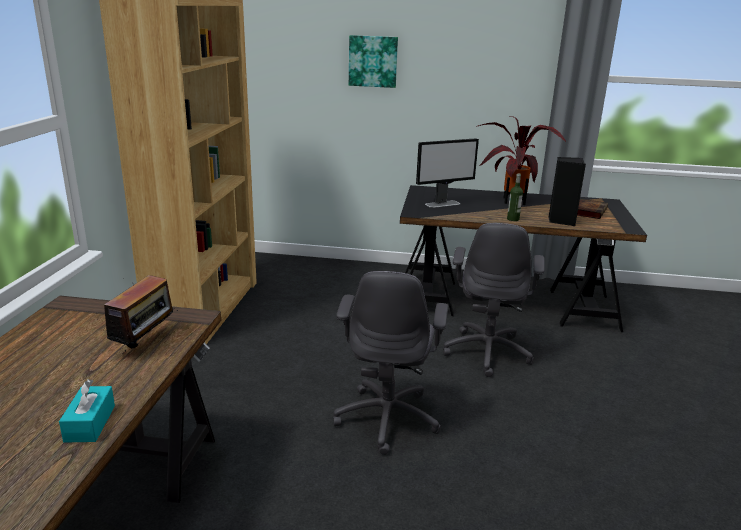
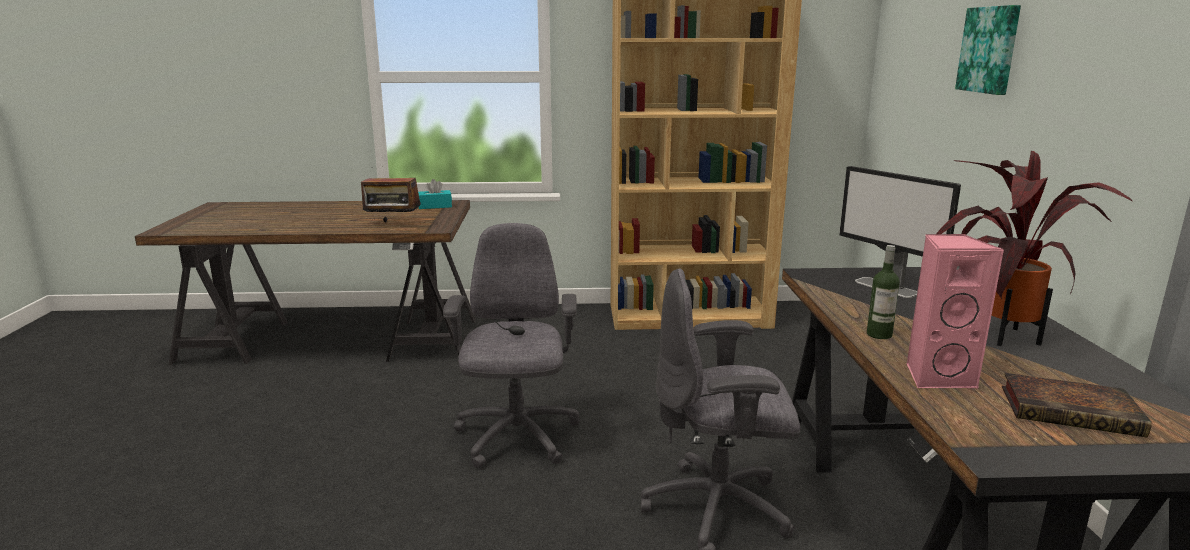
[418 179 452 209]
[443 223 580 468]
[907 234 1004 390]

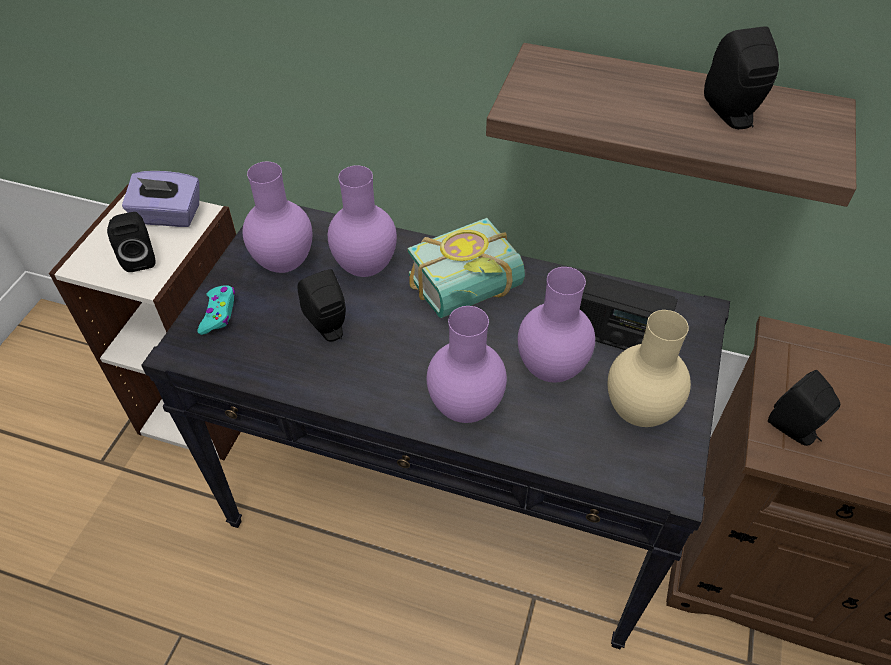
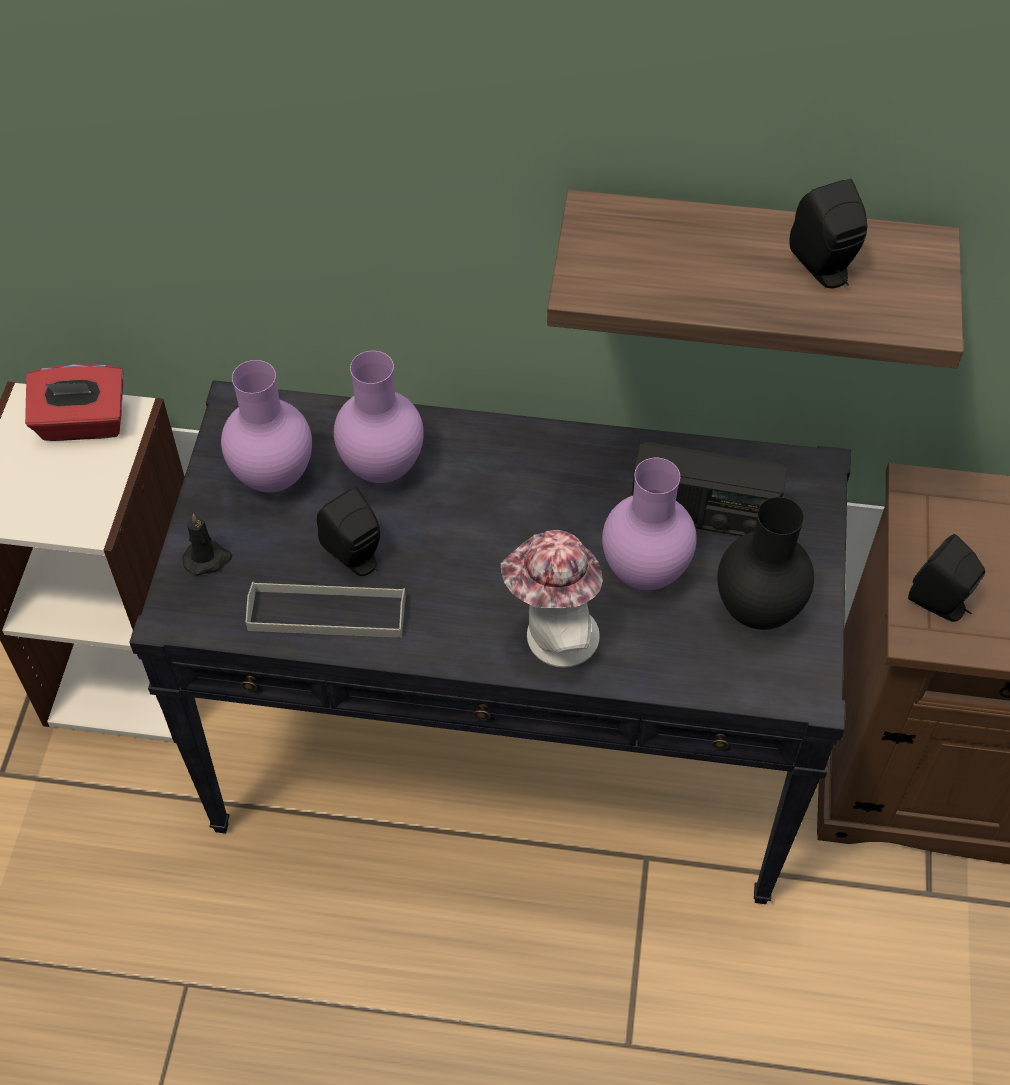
[25 364 124 441]
[182 513 232 576]
[246 582 406 638]
[501 530 603 668]
[717 497 814 630]
[107 212 156 272] (first image)
[408 218 525 318] (first image)

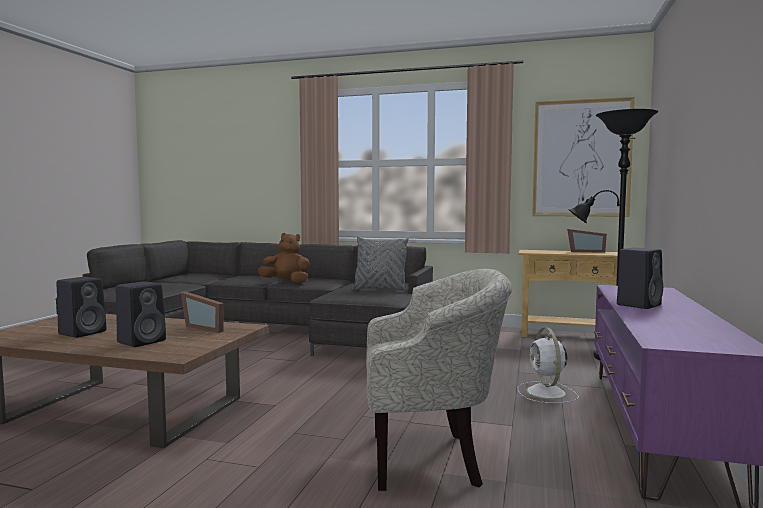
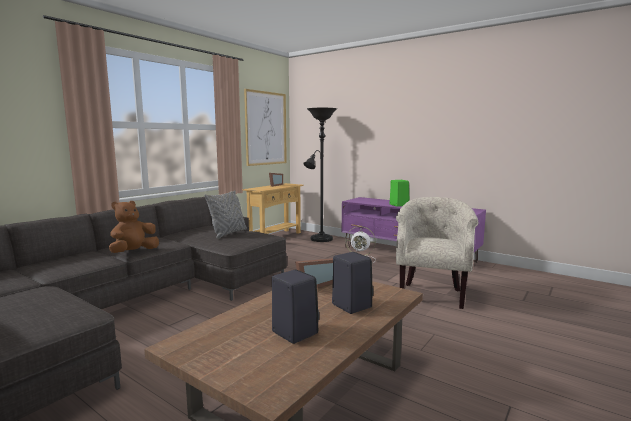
[390 180 410 207]

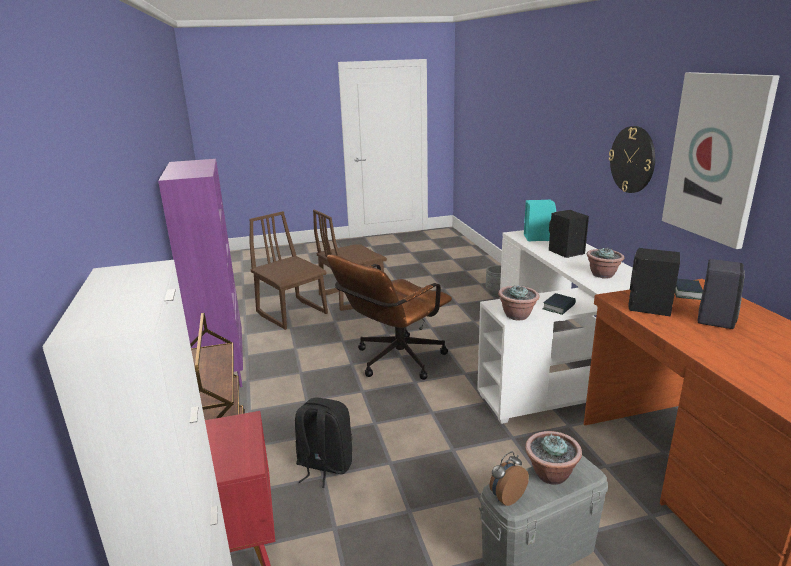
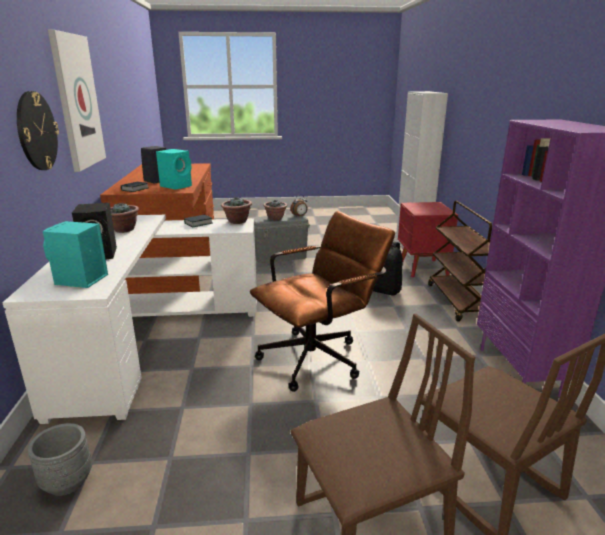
[156 149 192 190]

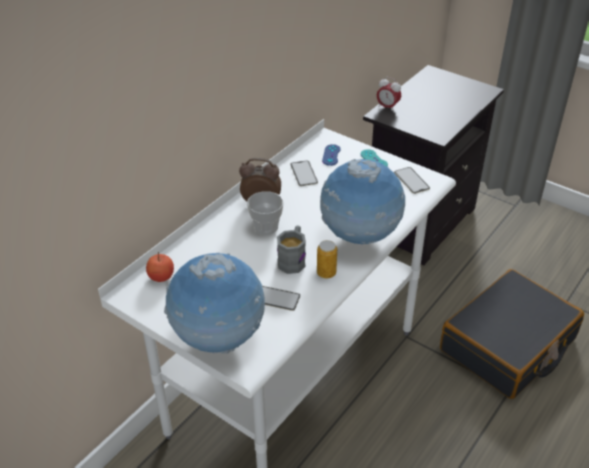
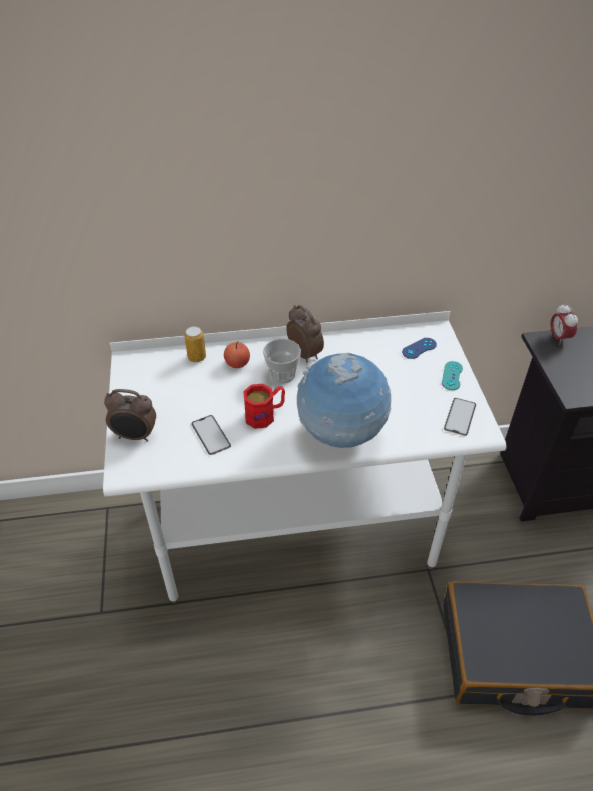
[104 389 156 442]
[184 326 206 362]
[224 341 250 368]
[243 384 285 429]
[290 161 318 186] (first image)

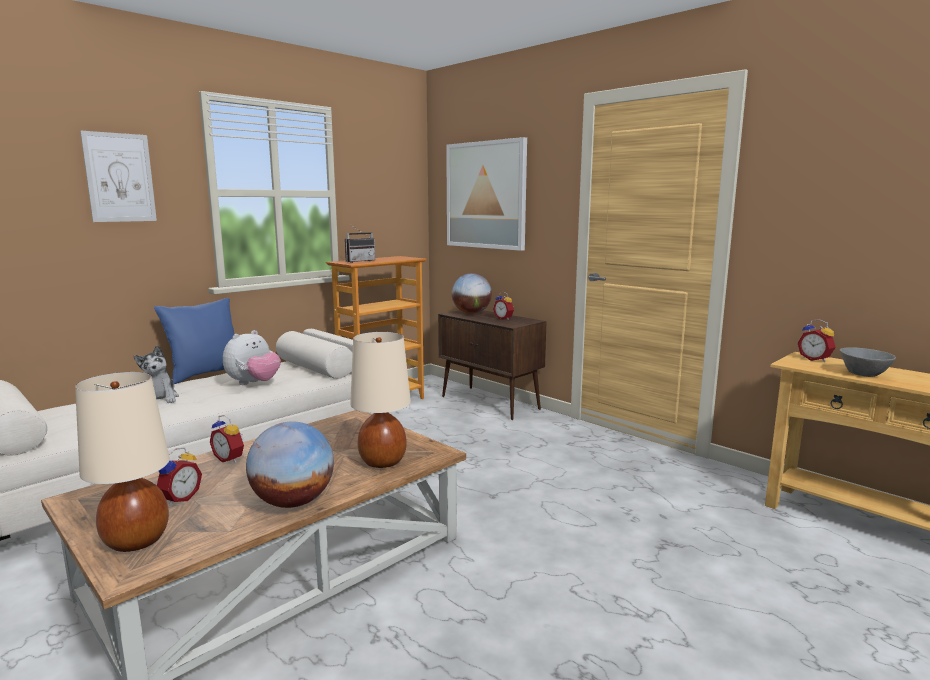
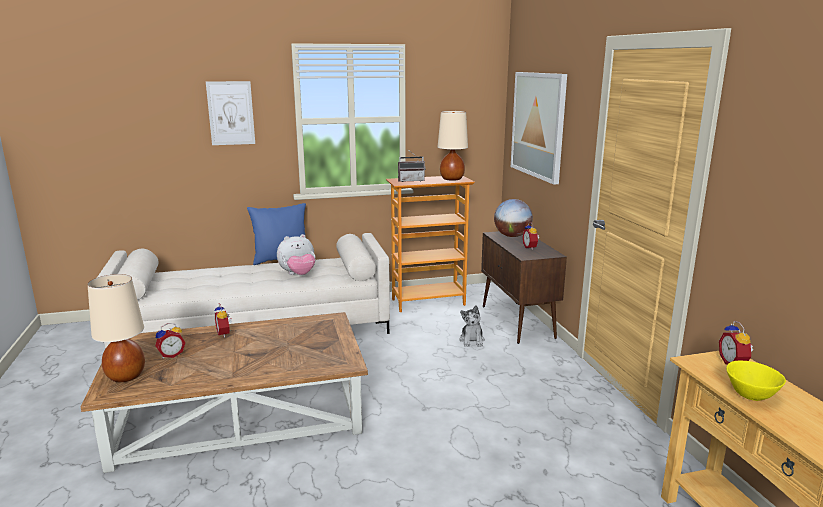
[438 111 468 181]
[459 305 485 347]
[726 360 786 401]
[246 421 334 508] (first image)

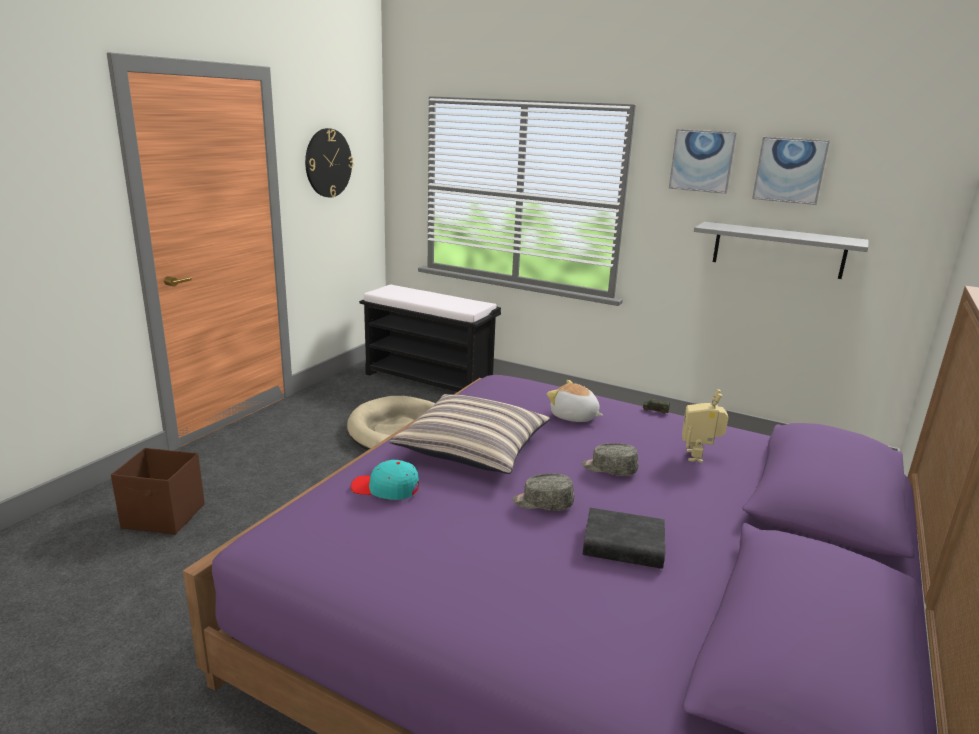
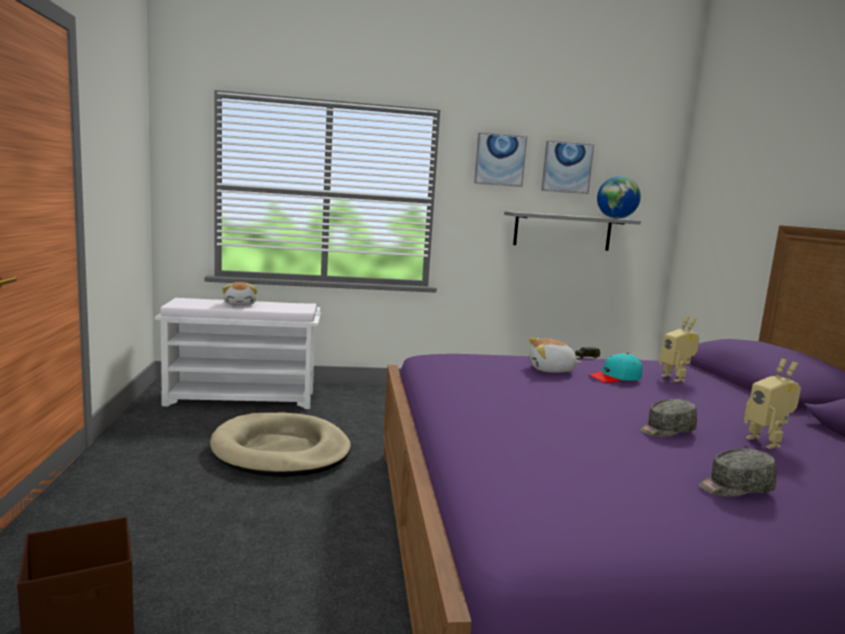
[155 298 321 409]
[222 282 257 305]
[589 353 642 383]
[597 176 641 219]
[699 448 776 497]
[744 358 801 449]
[305 128 353 198] (first image)
[389 394 550 474] (first image)

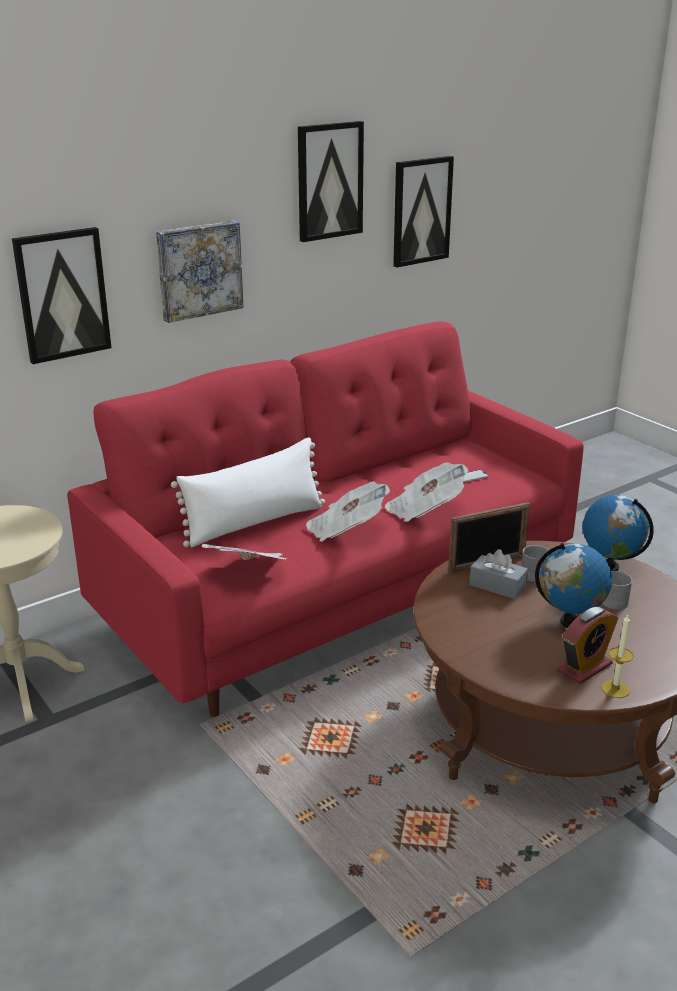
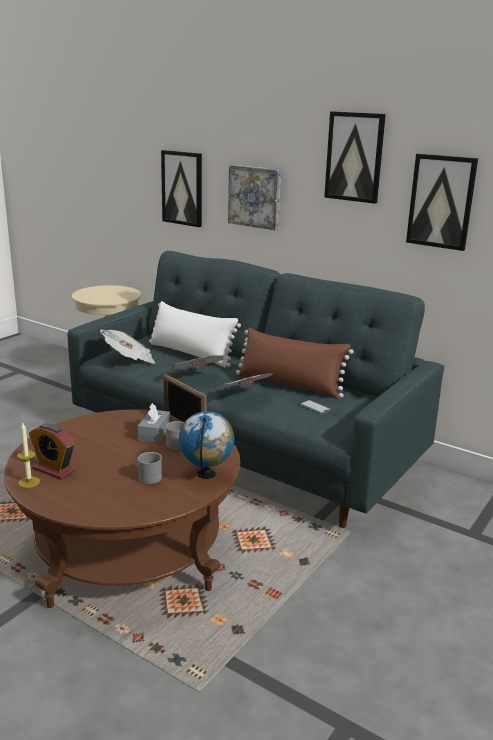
[68 251 444 528]
[236 327 353 399]
[535 543 612 628] (first image)

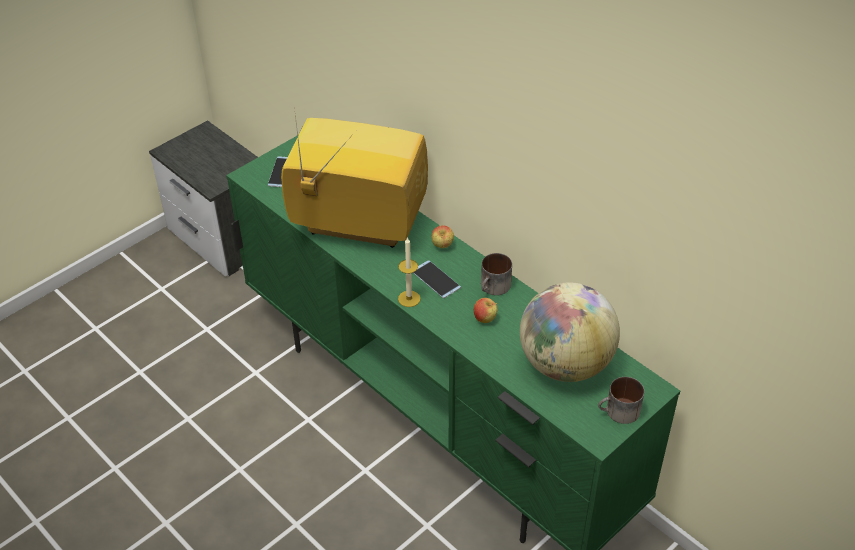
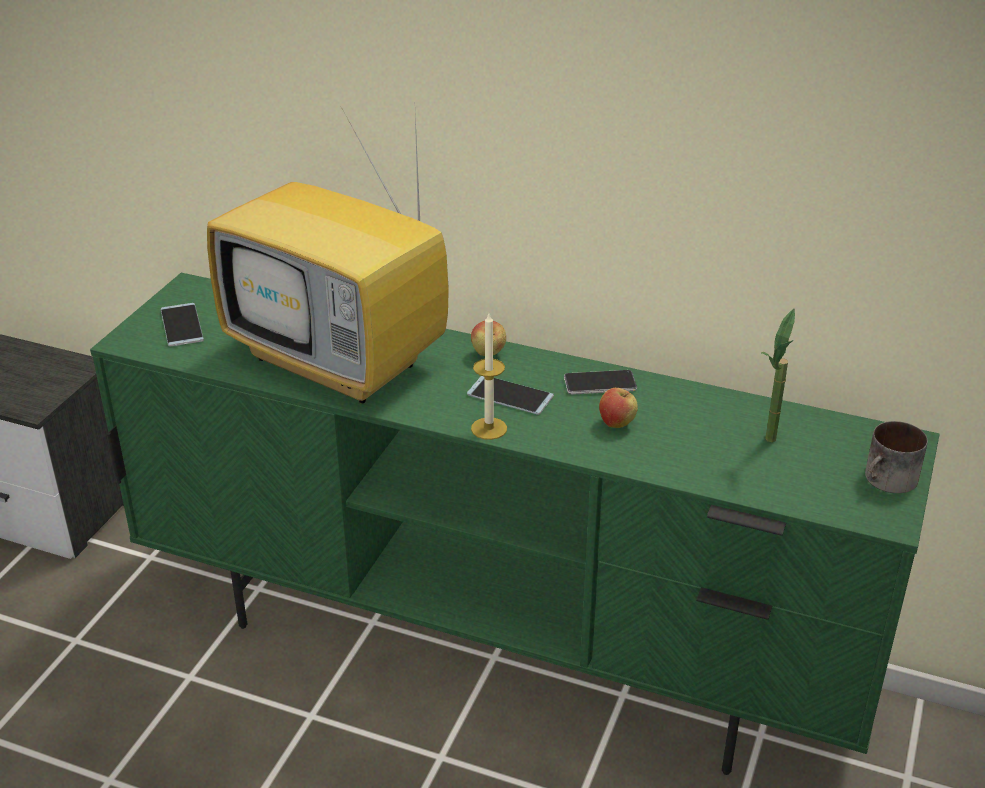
[207 107 449 403]
[564 370 637 394]
[761 308 795 442]

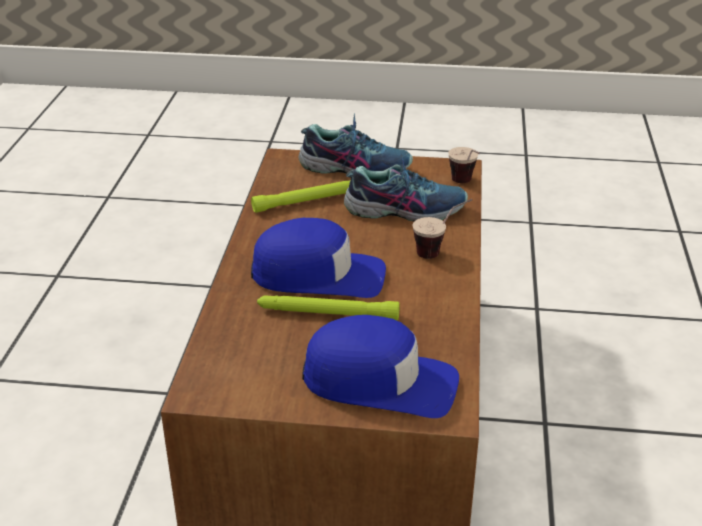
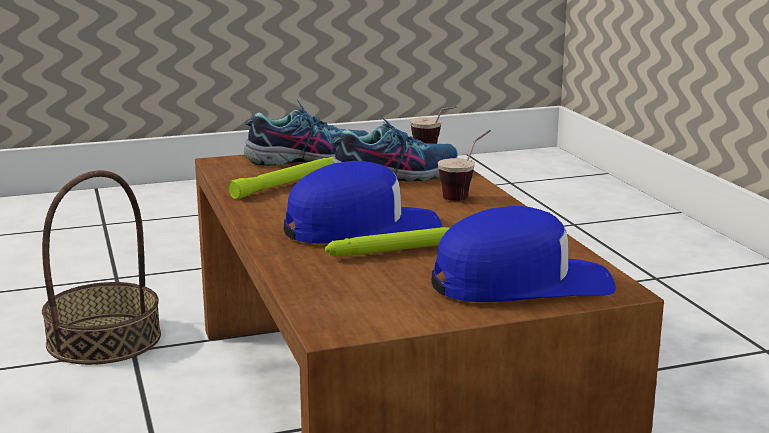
[42 170 161 365]

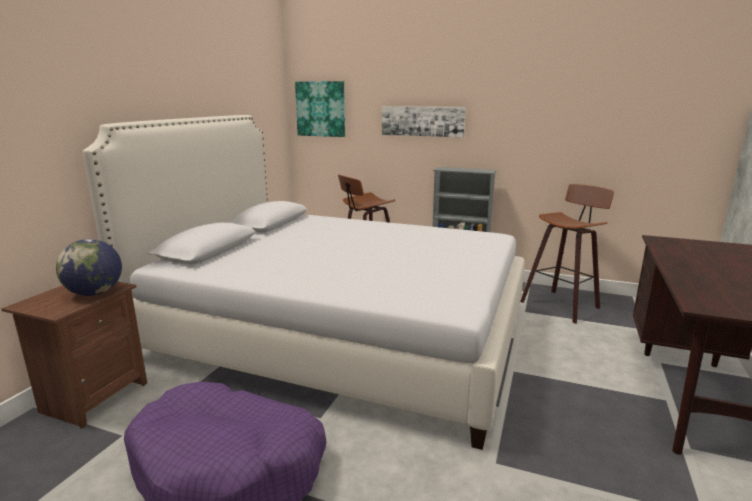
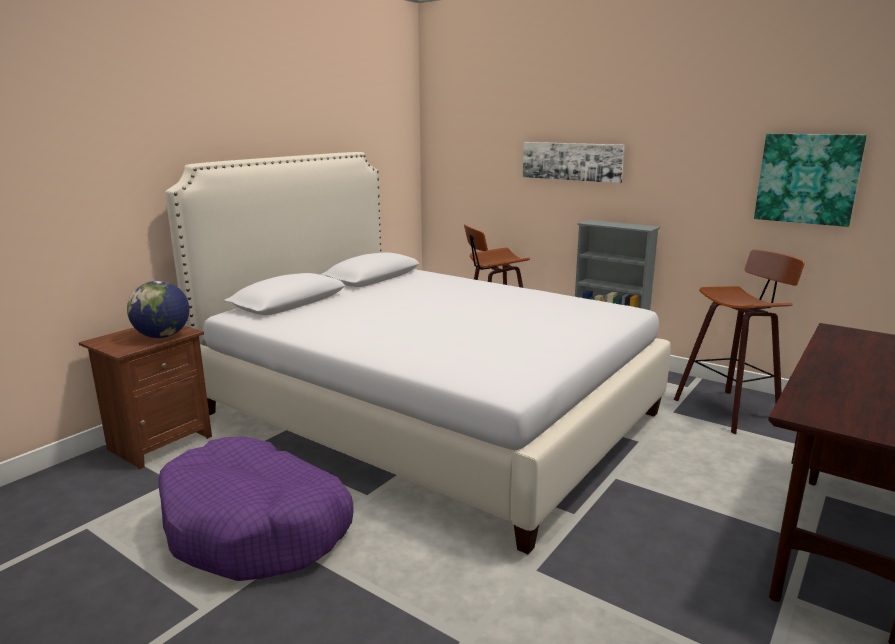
[754 133 867 227]

